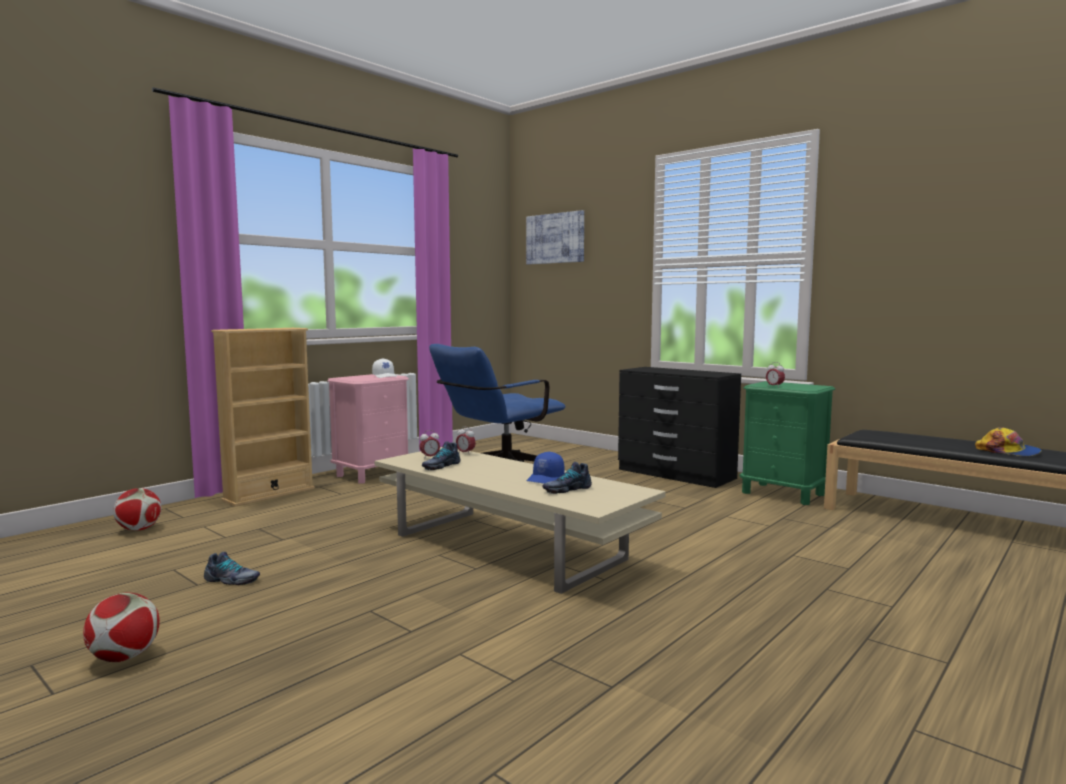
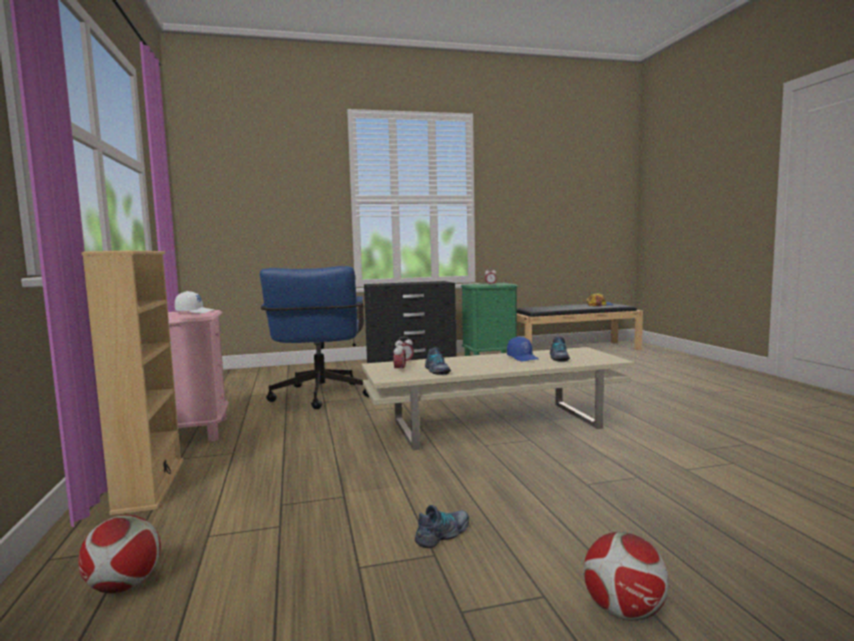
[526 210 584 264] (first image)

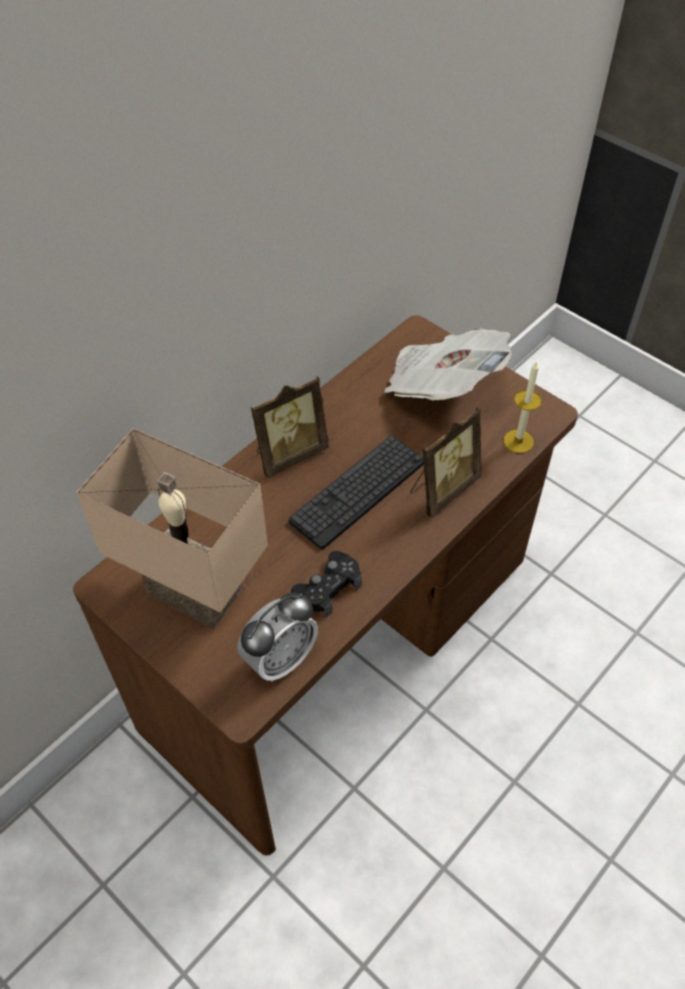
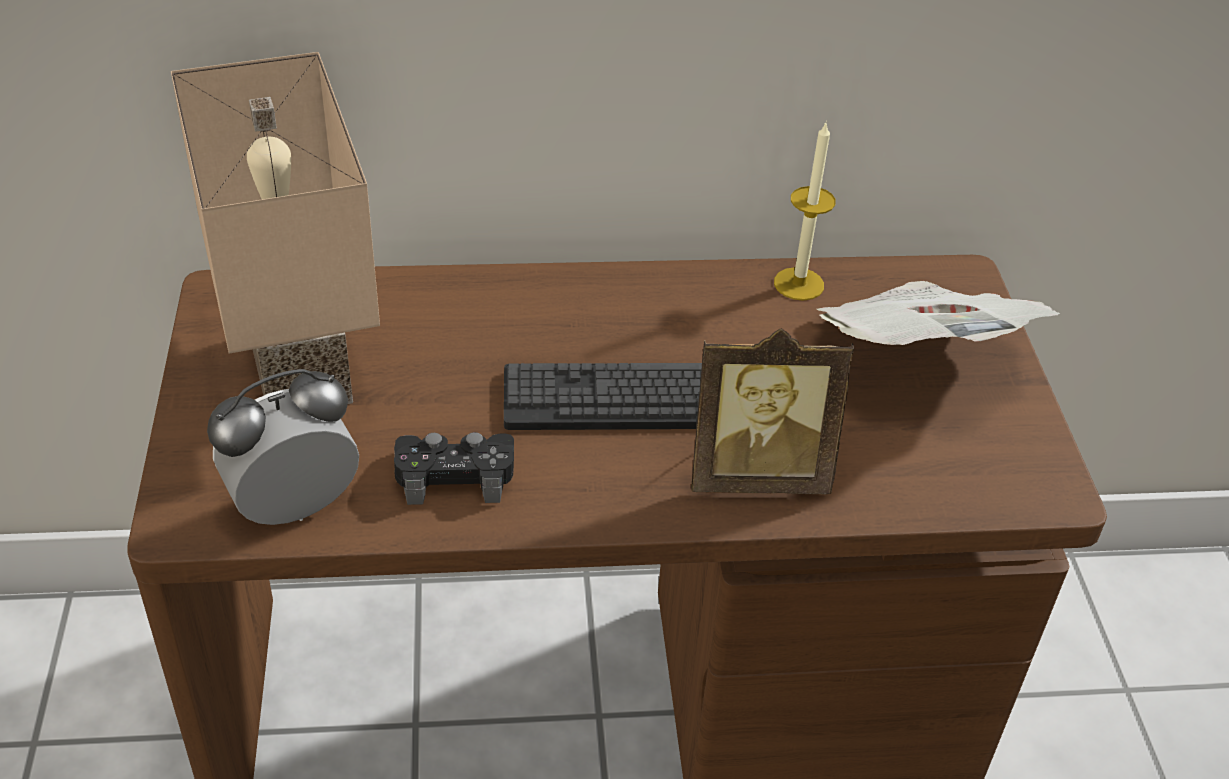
[207 369 359 525]
[774 121 836 301]
[251 376 329 478] (first image)

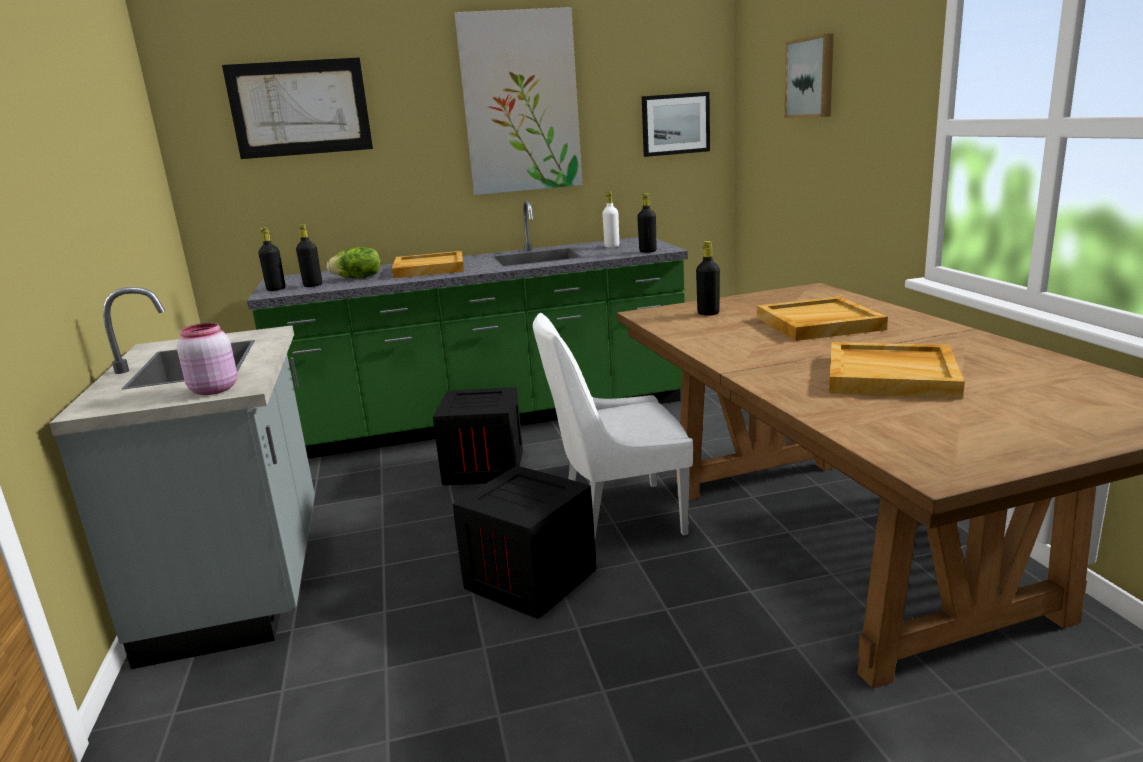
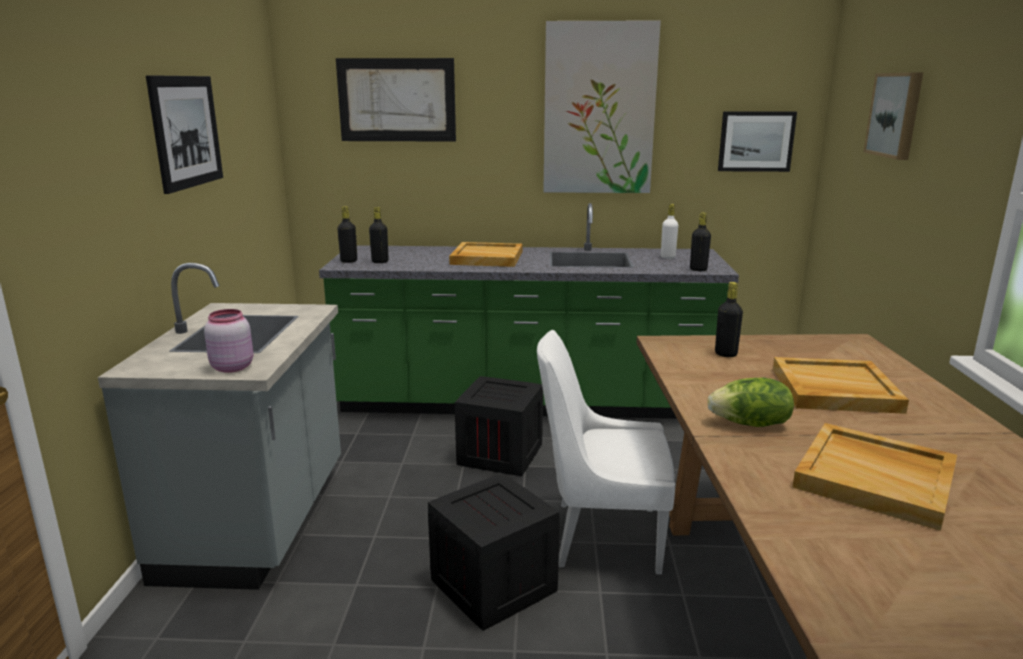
[146 75 223 194]
[707 378 794 427]

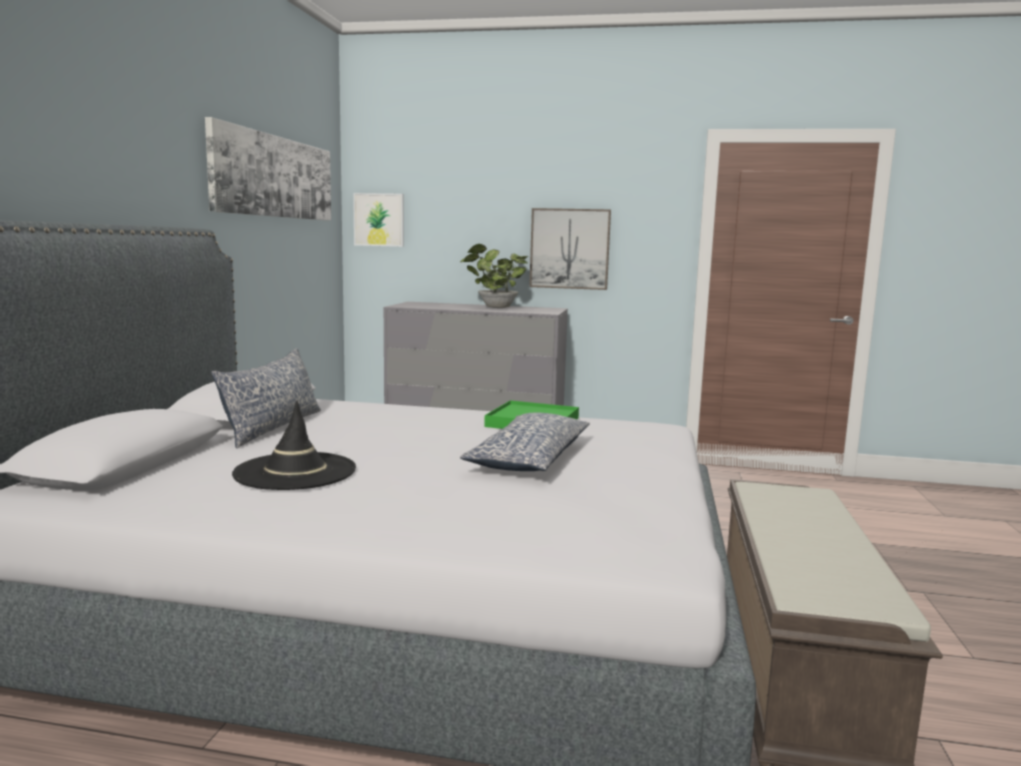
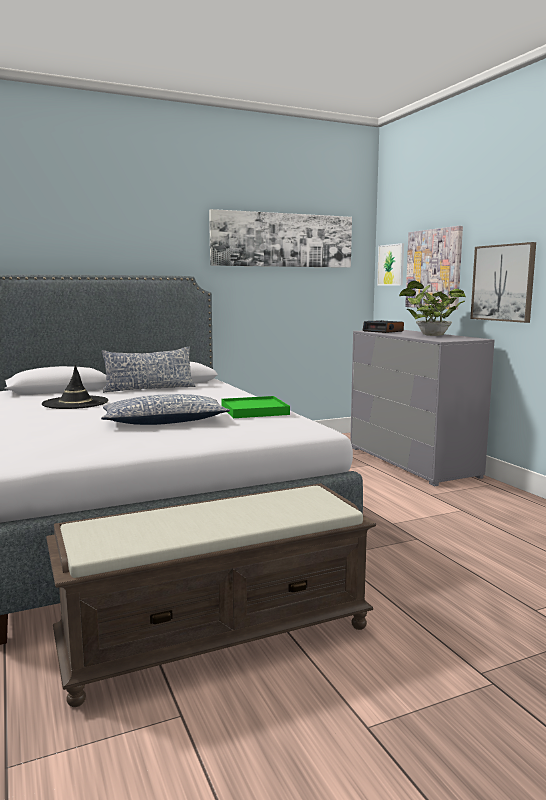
[363 320 404 333]
[405 226 463 310]

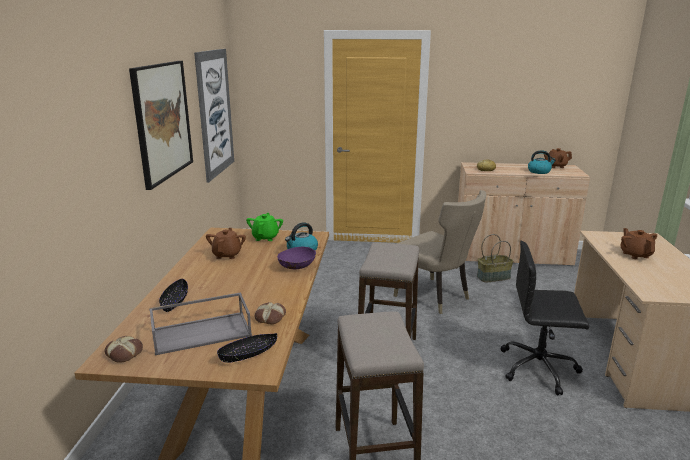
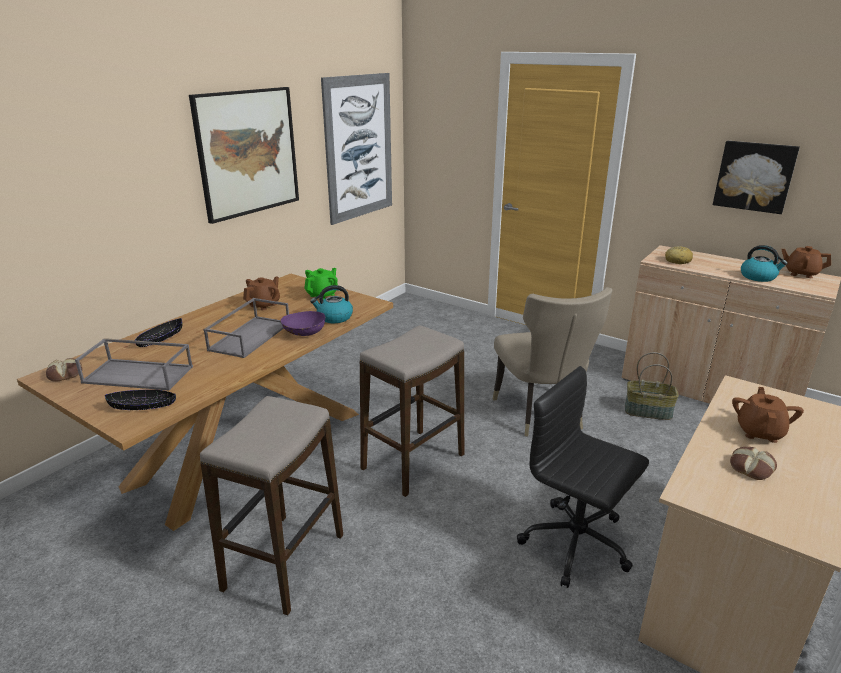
[203 298 289 358]
[713 141 800 214]
[730 447 777 480]

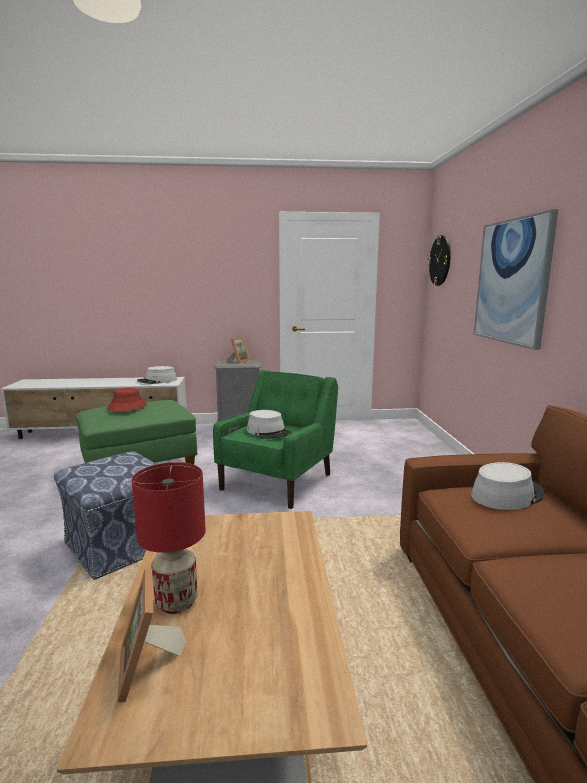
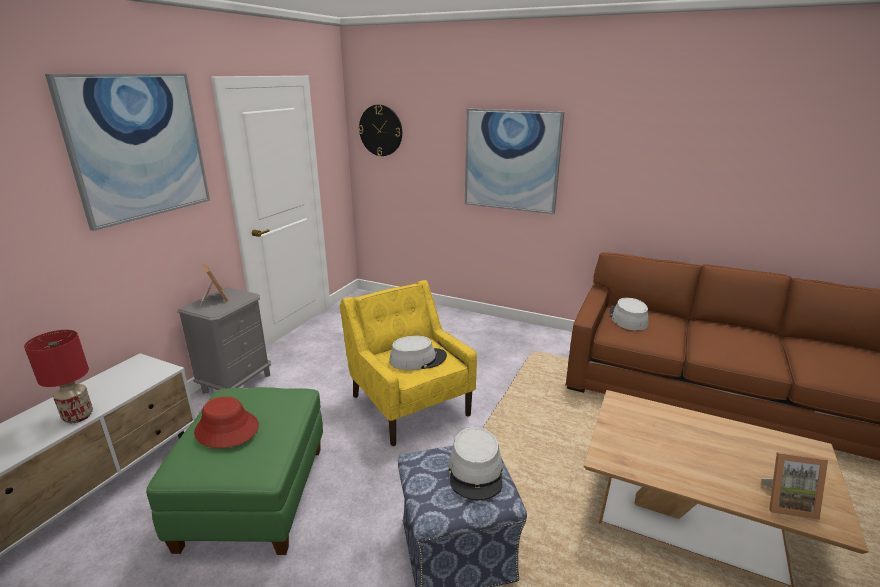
[24 330 93 423]
[45 73 210 231]
[340 280 477 446]
[448 427 503 500]

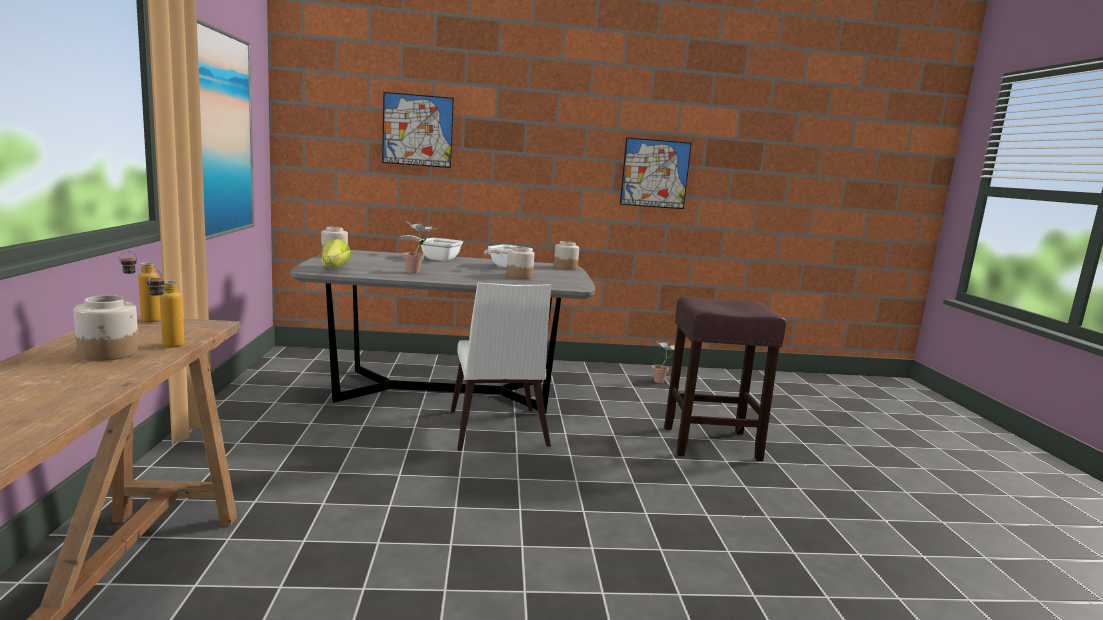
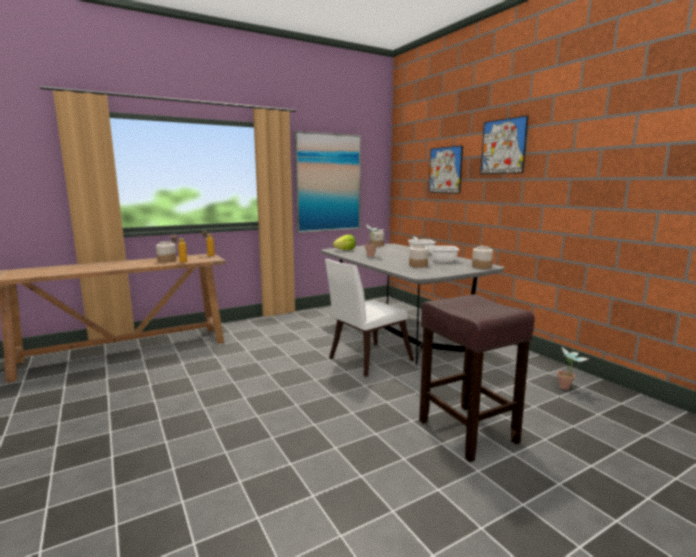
[481 115 529 174]

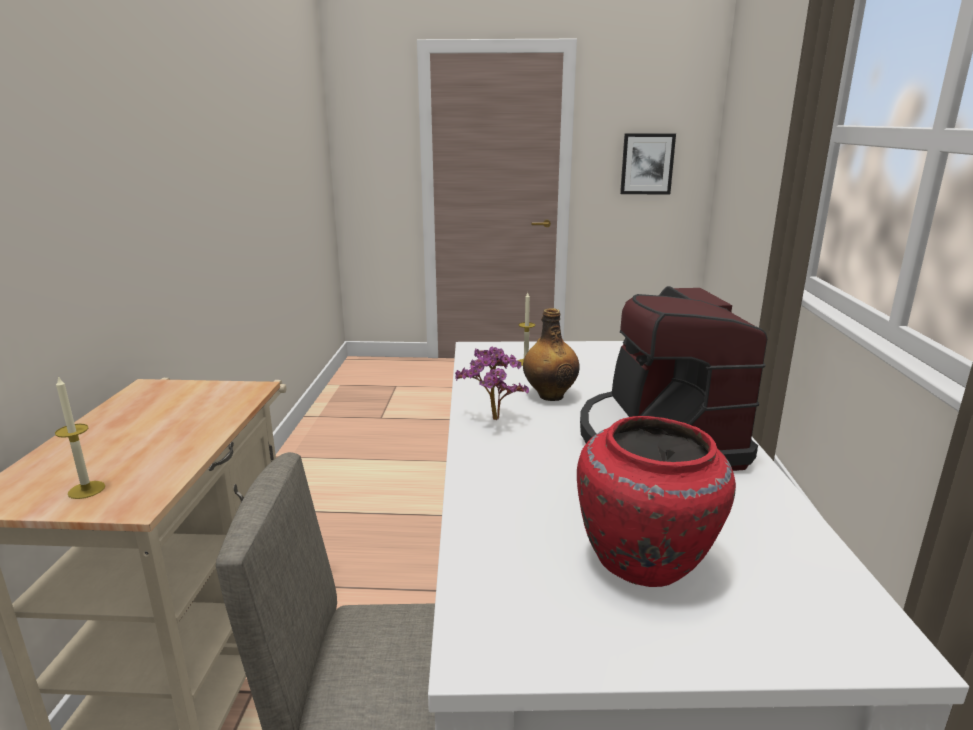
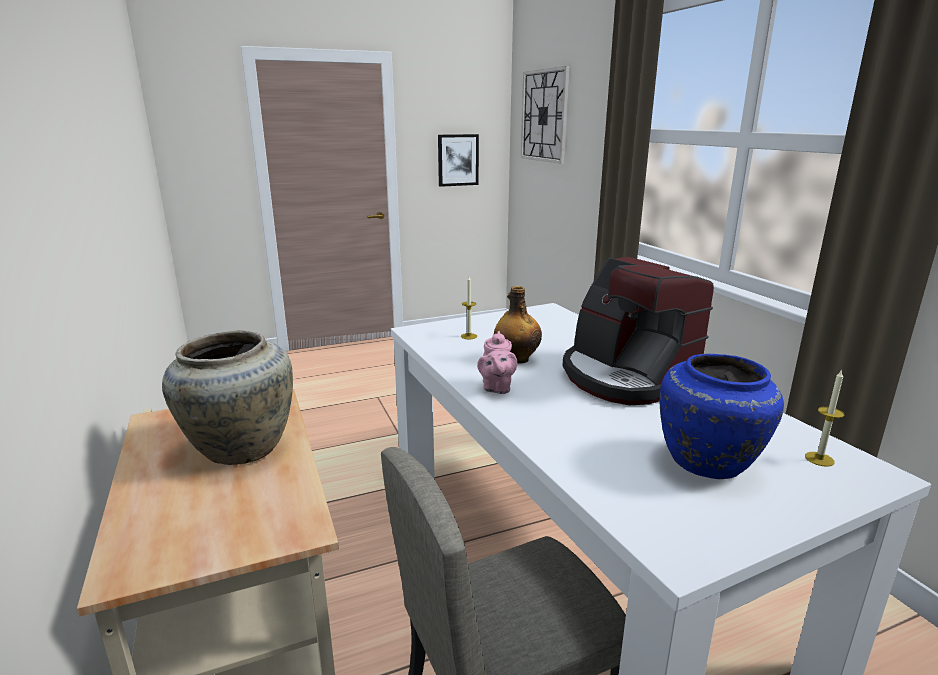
[162 330 293 465]
[477 331 517 394]
[521 66 570 164]
[660 354 784 479]
[805 369 844 467]

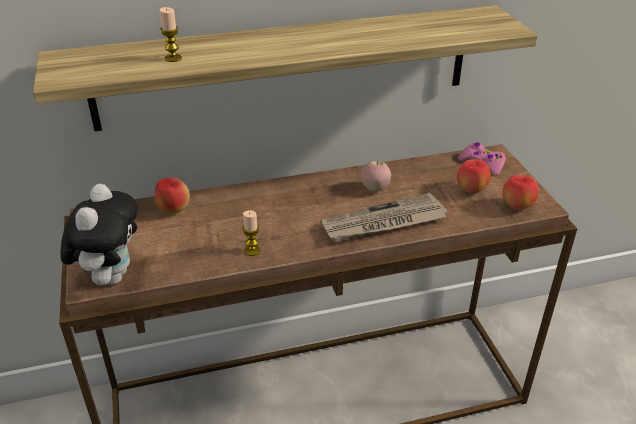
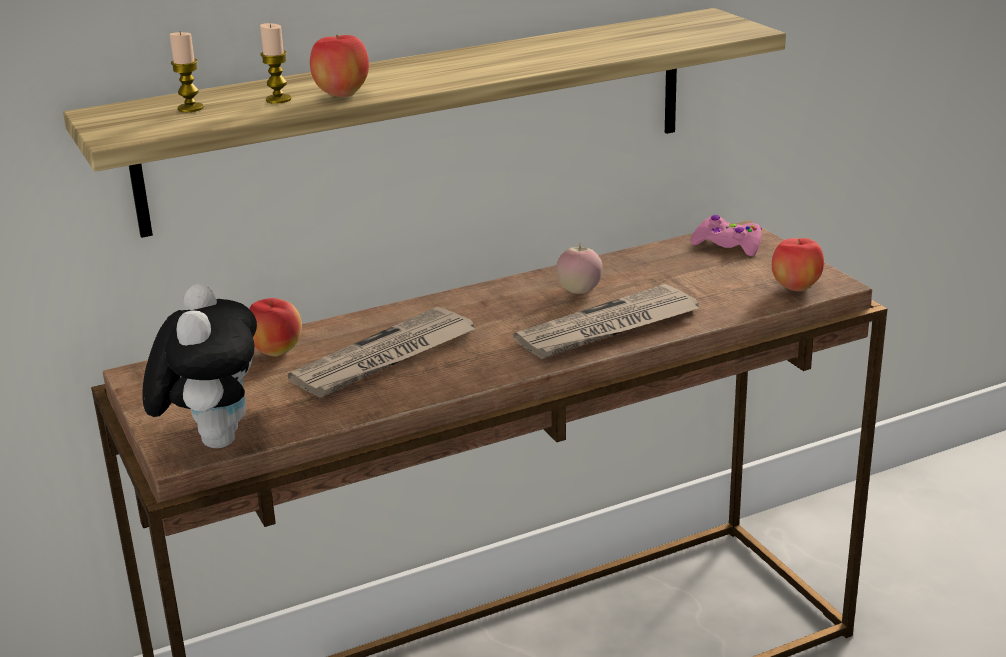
[169 32 204 112]
[288 307 475 398]
[310 35 369 97]

